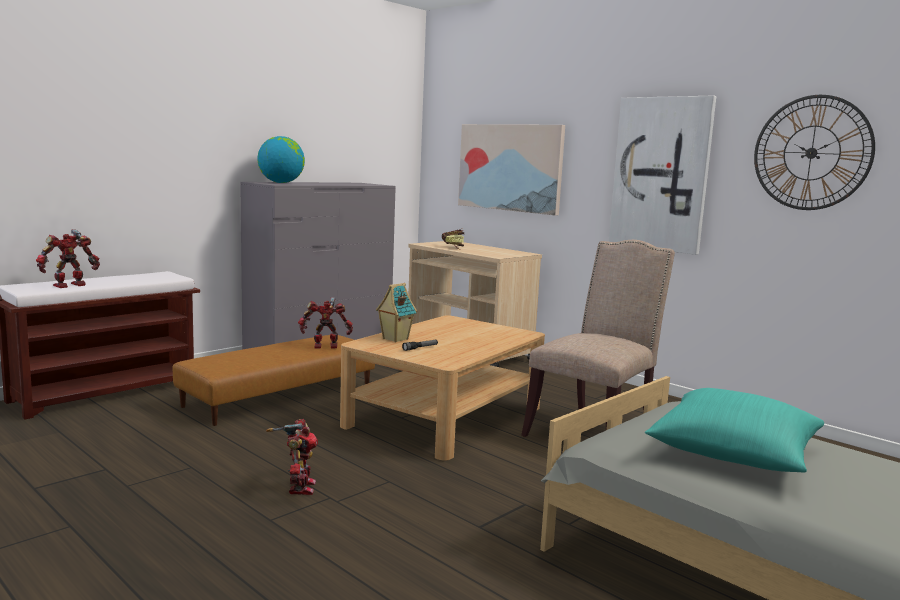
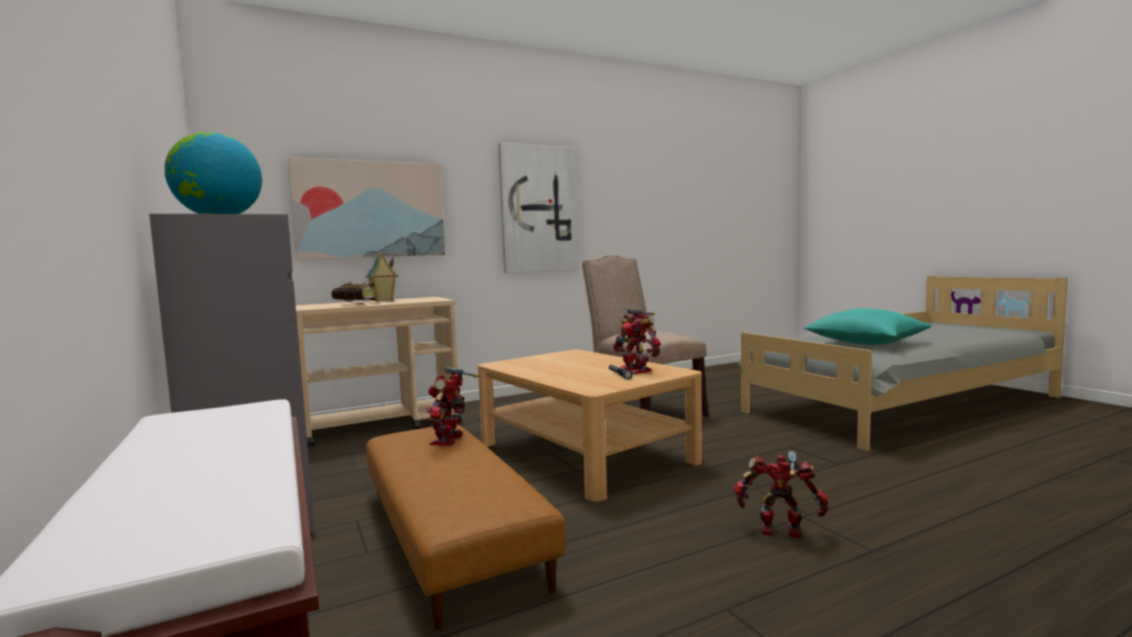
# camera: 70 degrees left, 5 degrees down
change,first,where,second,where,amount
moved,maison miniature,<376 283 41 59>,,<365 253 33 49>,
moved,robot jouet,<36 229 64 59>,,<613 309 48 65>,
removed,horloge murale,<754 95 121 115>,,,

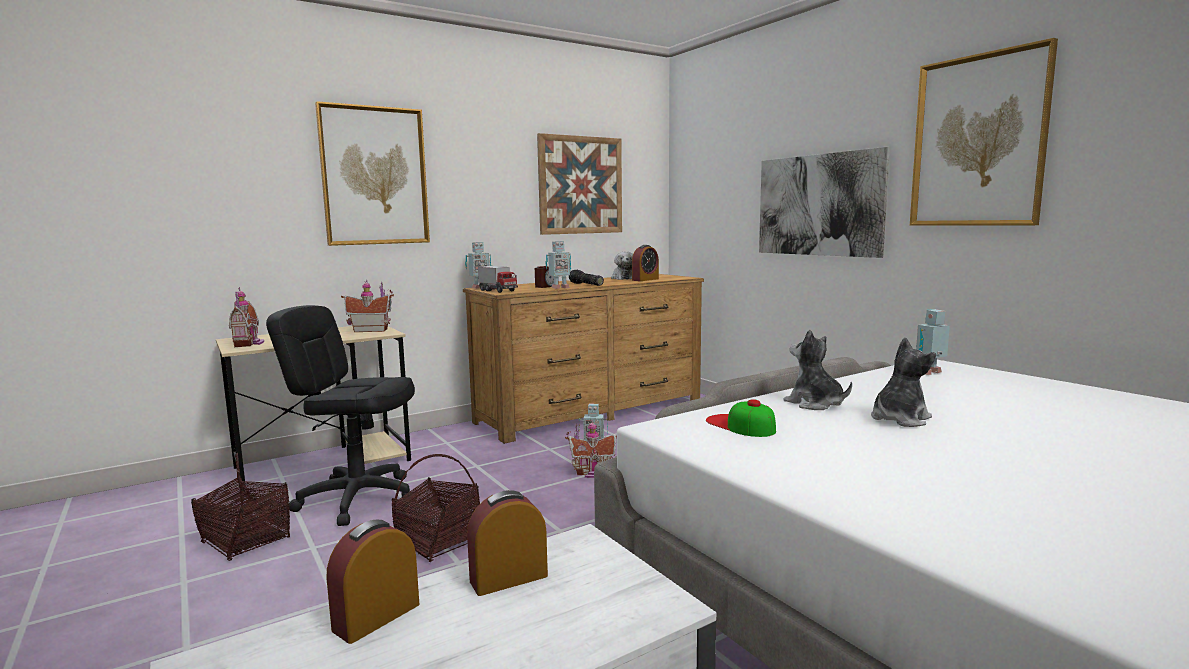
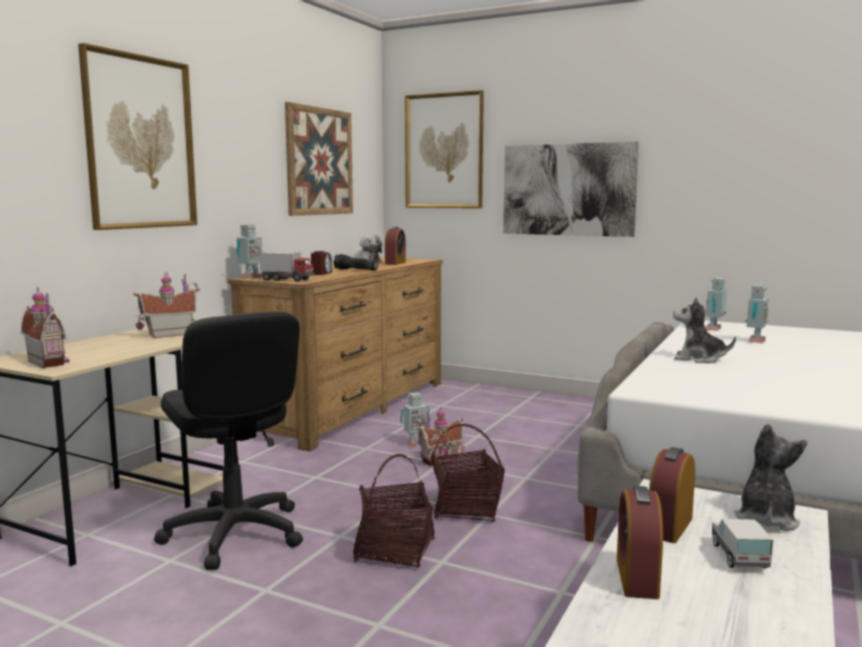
# camera: 30 degrees left, 0 degrees up
change,first,where,second,where,amount
turned,chaise de bureau/noir,<266 305 151 221>,,<154 311 149 259>,105 degrees counterclockwise
moved,tableau,<910 38 148 188>,,<405 90 79 118>,
moved,panier,<191 453 99 108>,,<431 424 74 99>,
added,,,camion jouet,<712 519 61 50>,
moved,peluche,<871 337 65 90>,,<734 423 73 108>,
moved,robot jouet,<545 241 26 48>,,<745 285 24 58>,
removed,casquette,<706 399 70 38>,,,

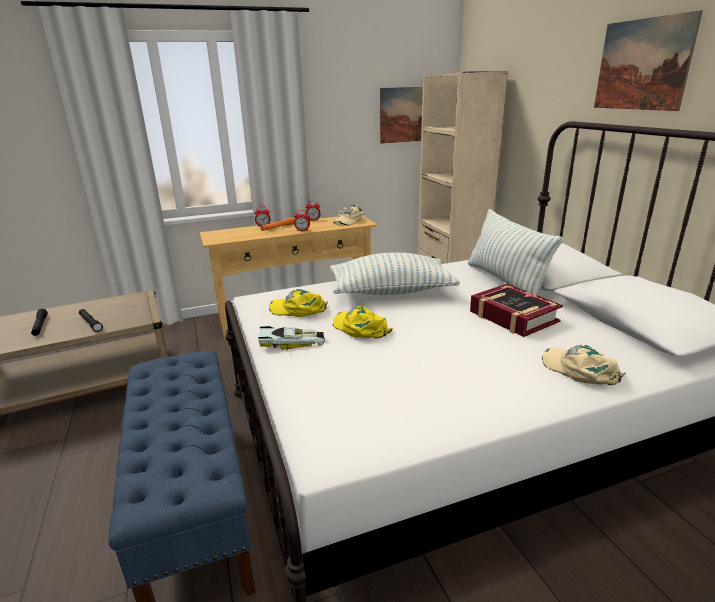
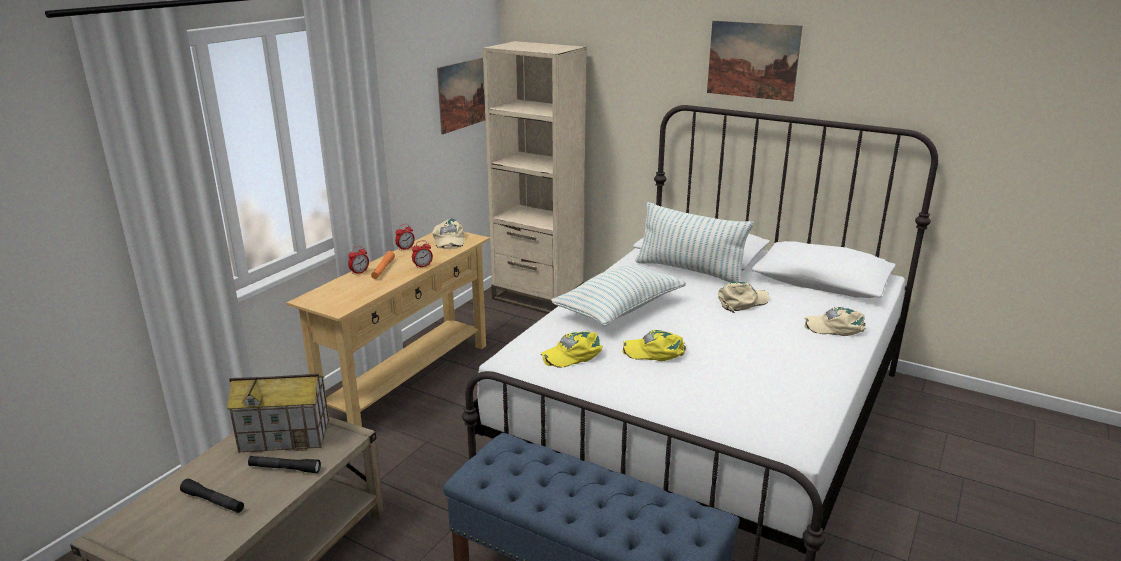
# camera: 40 degrees left, 0 degrees up
change,first,where,second,where,amount
added,,,maison miniature,<227 374 102 79>,
replaced,livre,<470 284 93 53>,casquette/beige,<718 281 51 32>,
removed,petite voiture,<258 326 67 24>,,,

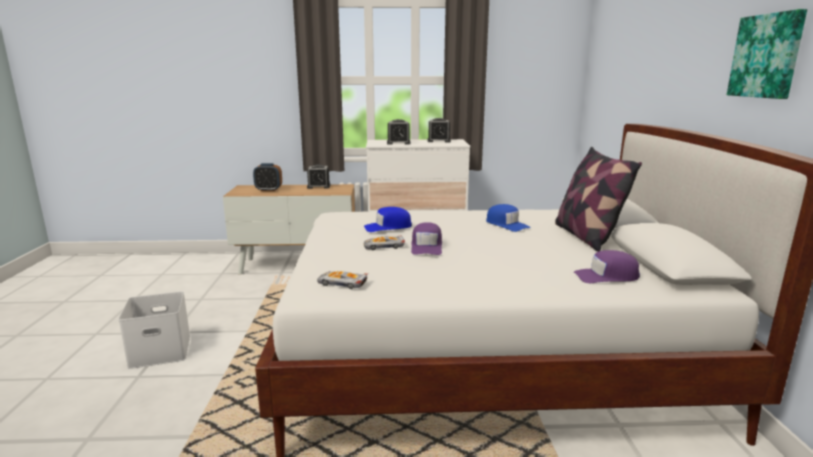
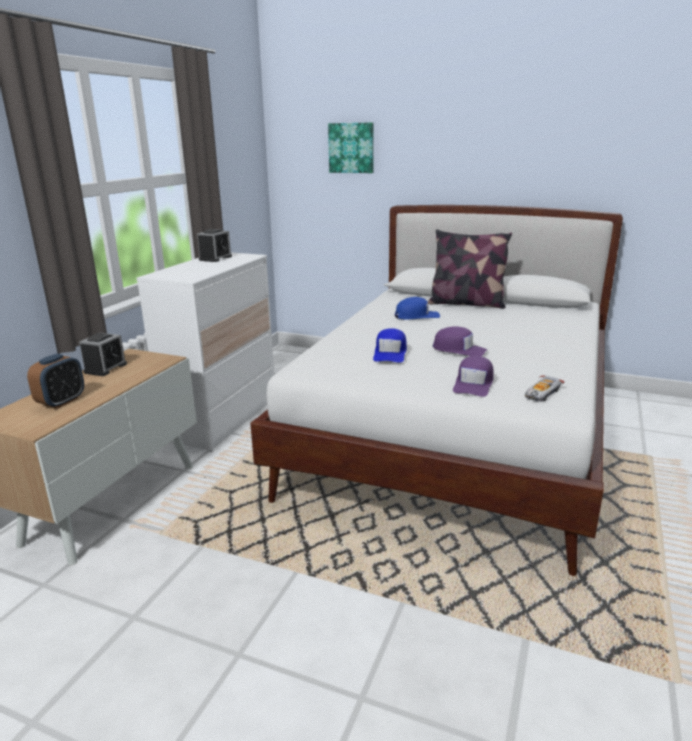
# camera: 65 degrees left, 5 degrees up
change,first,where,second,where,amount
moved,tableau,<727 9 80 90>,,<328 122 46 51>,
moved,casquette/violet,<574 250 66 33>,,<453 356 41 41>,
removed,boîte de rangement/blanc,<118 291 72 78>,,,
removed,petite voiture,<364 236 41 14>,,,
removed,réveil,<387 119 24 26>,,,

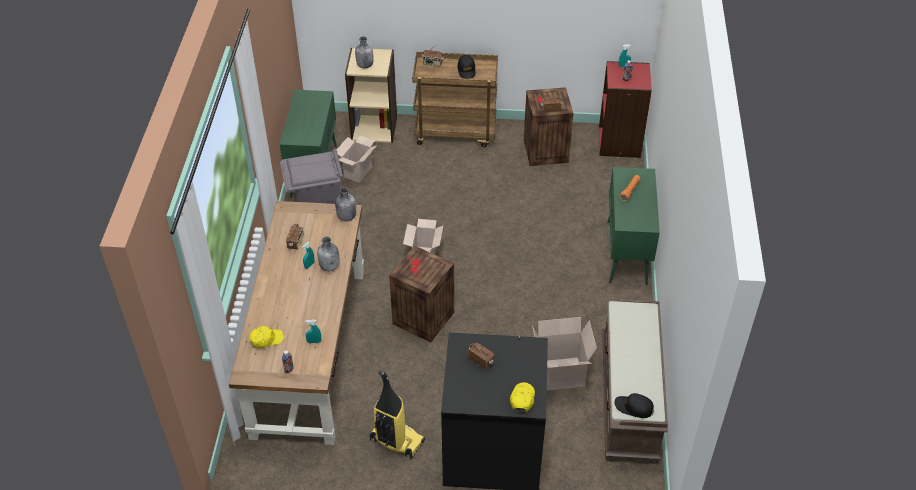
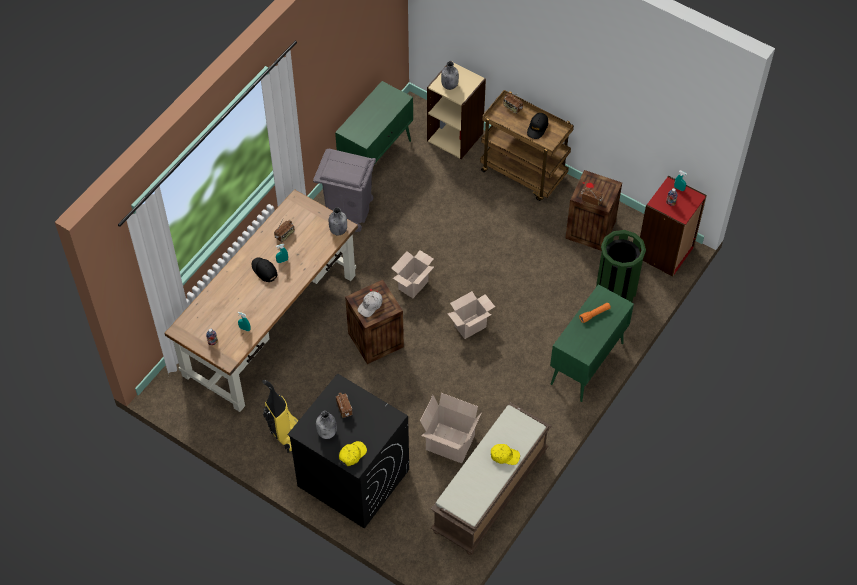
# camera: 30 degrees right, 10 degrees up
change,first,where,second,where,amount
moved,casquette/noir,<614 393 40 25>,,<252 257 25 25>,
moved,bouteille/gris,<317 236 22 35>,,<316 411 21 28>,
added,,,casquette/blanc,<357 292 26 25>,
moved,carton,<337 135 39 48>,,<447 291 48 48>,
moved,casquette/jaune,<249 326 35 22>,,<491 444 29 21>,
added,,,poubelle/vert,<596 230 50 72>,

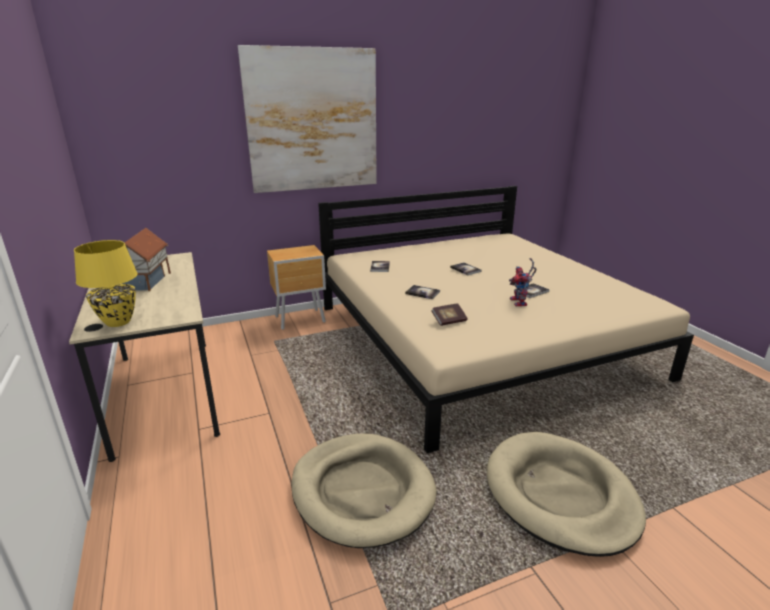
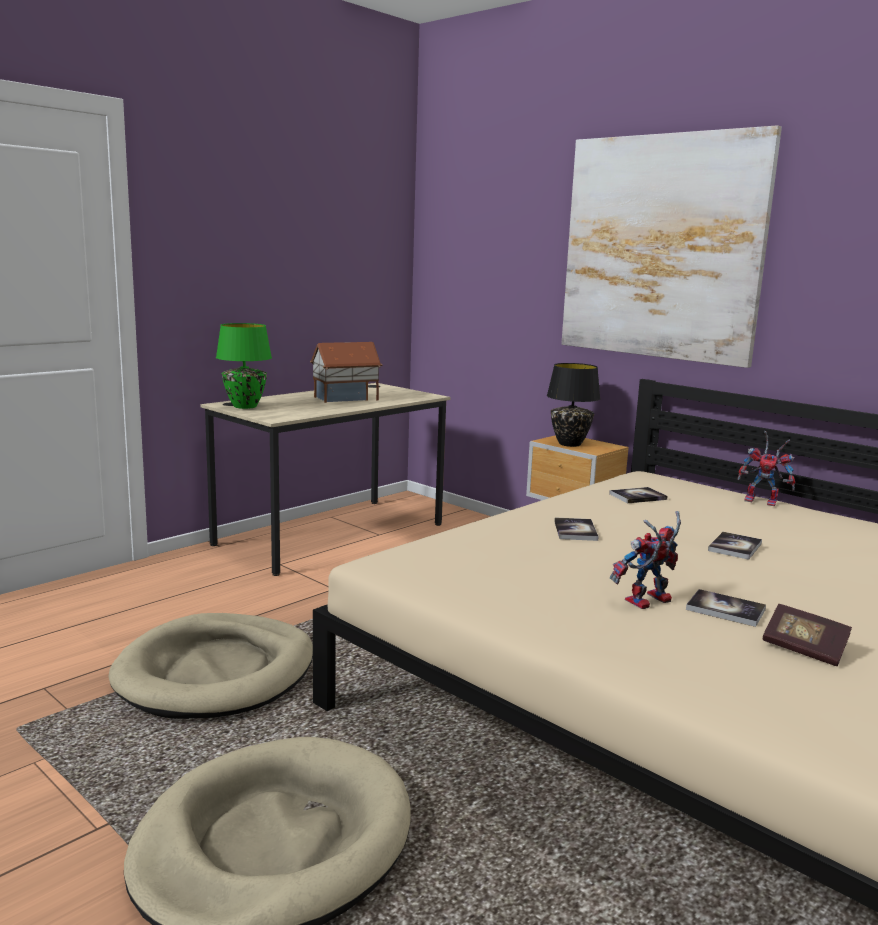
# camera: 65 degrees right, 10 degrees down
change,first,where,second,where,amount
recoloured,lampe de table/jaune,<74 240 64 87>,lampe de table/vert,<216 323 56 86>,
added,,,lampe de table/noir,<547 363 54 84>,
added,,,robot jouet,<737 431 58 75>,
moved,livre,<431 303 36 23>,,<763 604 89 62>,

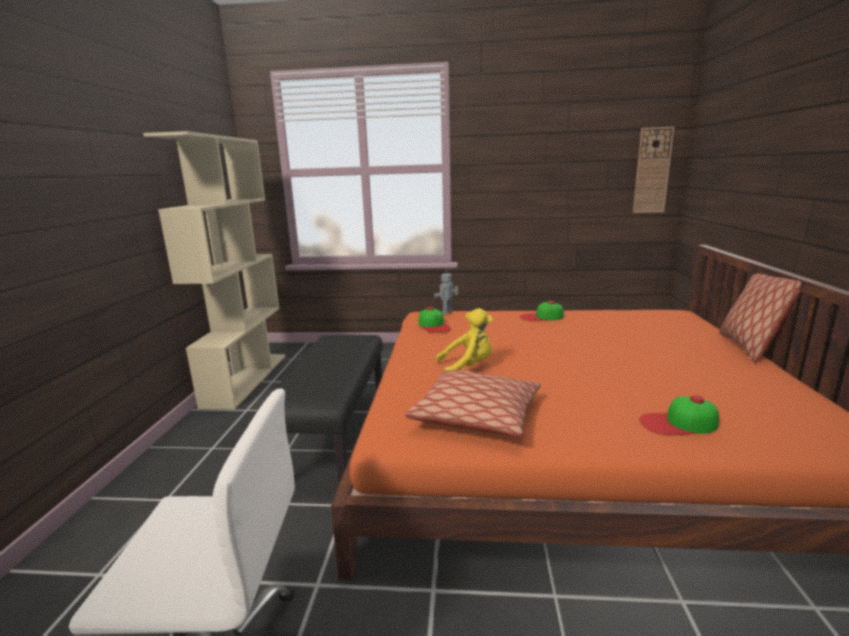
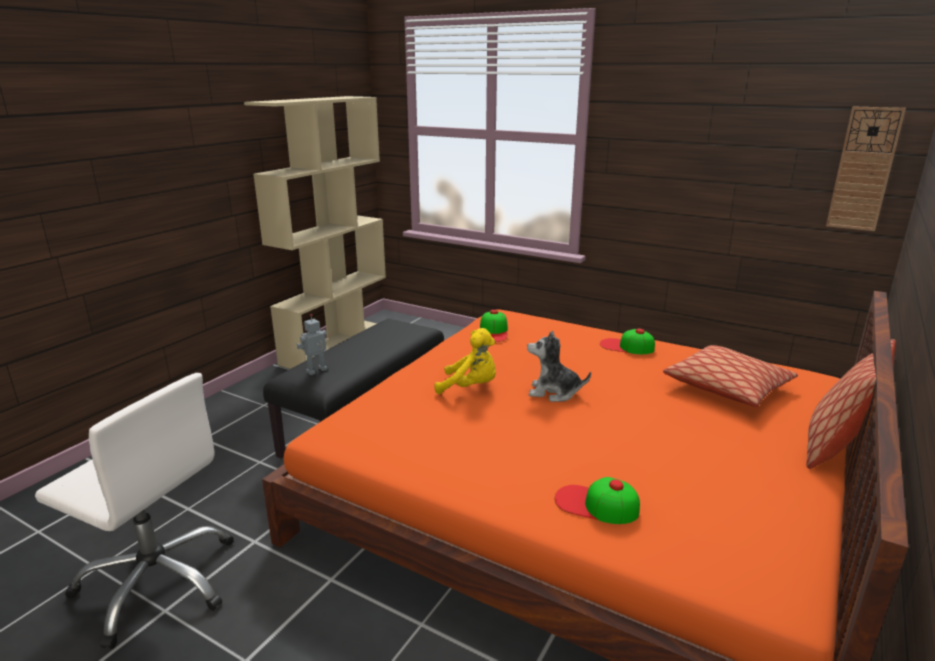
# camera: 25 degrees right, 5 degrees up
change,first,where,second,where,amount
moved,robot jouet,<434 269 24 45>,,<297 314 31 61>,
added,,,peluche,<527 331 64 71>,
moved,coussin,<405 370 136 67>,,<663 345 135 62>,

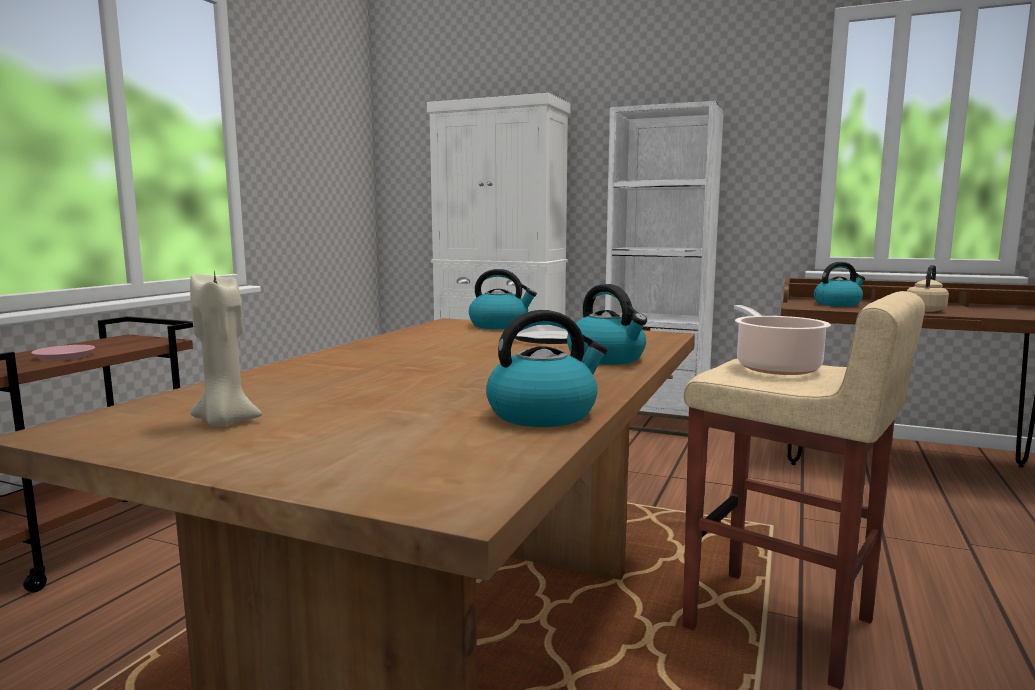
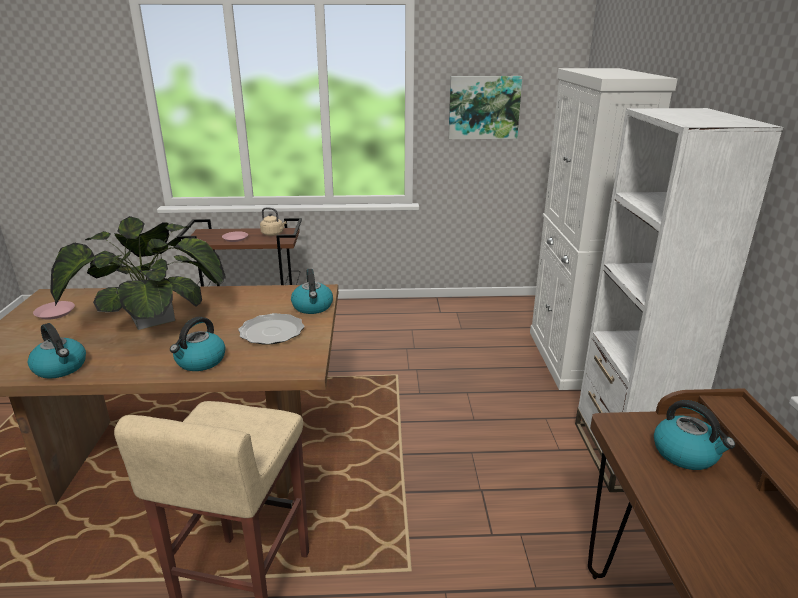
# camera: 65 degrees right, 15 degrees up
change,first,where,second,where,amount
replaced,bougie/beige,<190 269 72 157>,assiette/rose,<33 301 42 19>,
added,,,plante en pot,<50 216 176 114>,
moved,bouilloire/beige,<907 265 42 47>,,<260 207 27 29>,
added,,,tableau,<448 76 74 63>,
removed,marmite,<734 305 97 70>,,,

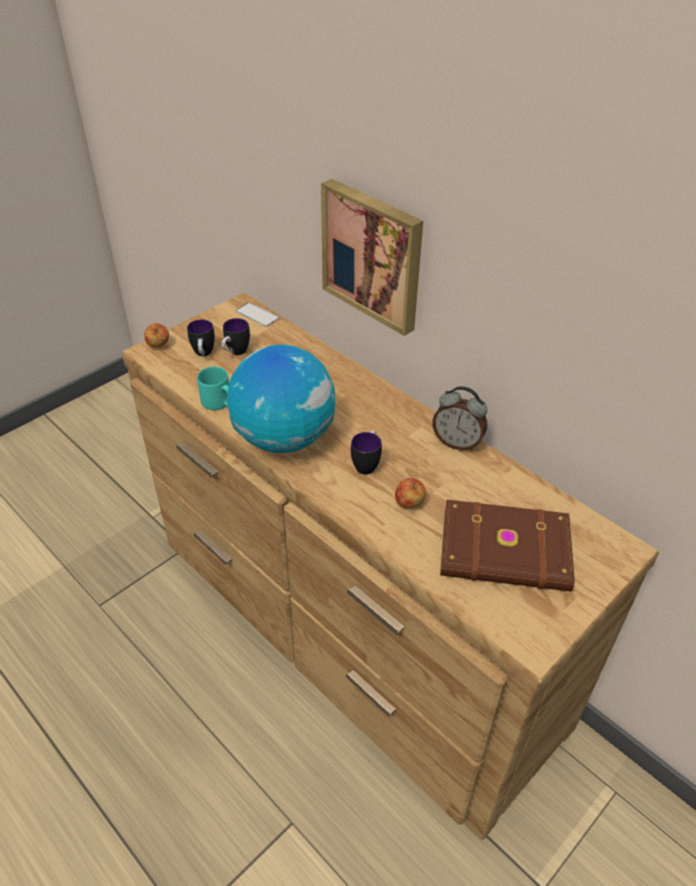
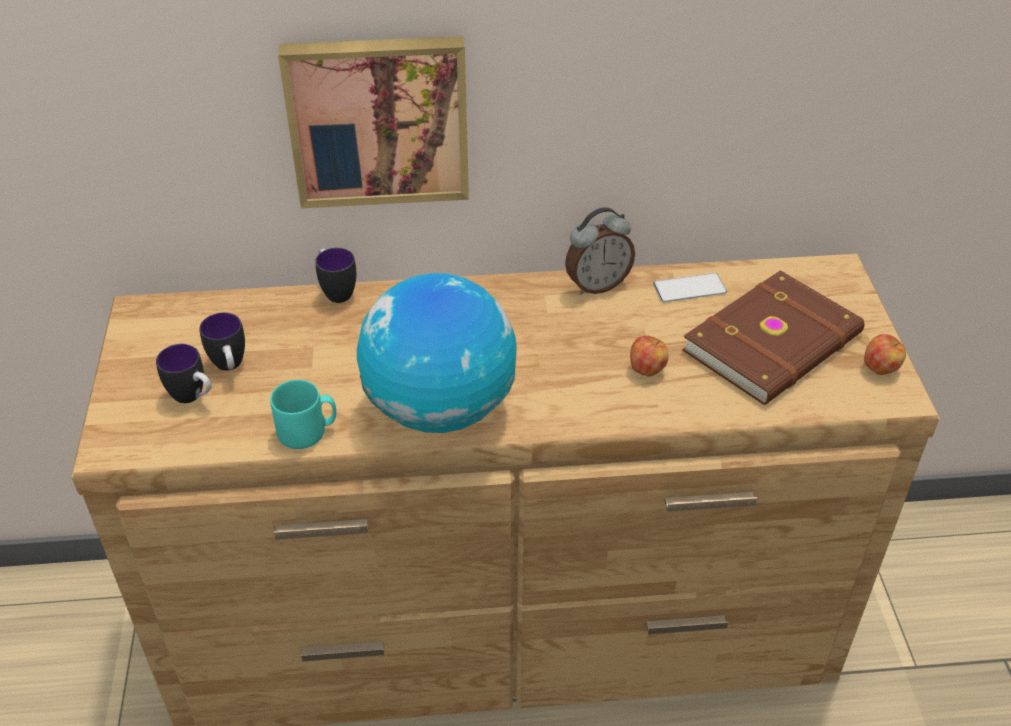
# camera: 50 degrees left, 0 degrees up
change,first,where,second,where,amount
moved,mug,<351 431 31 44>,,<315 248 41 55>,
moved,téléphone,<236 302 43 24>,,<653 273 74 29>,
moved,pomme,<144 323 25 25>,,<864 334 42 41>,

